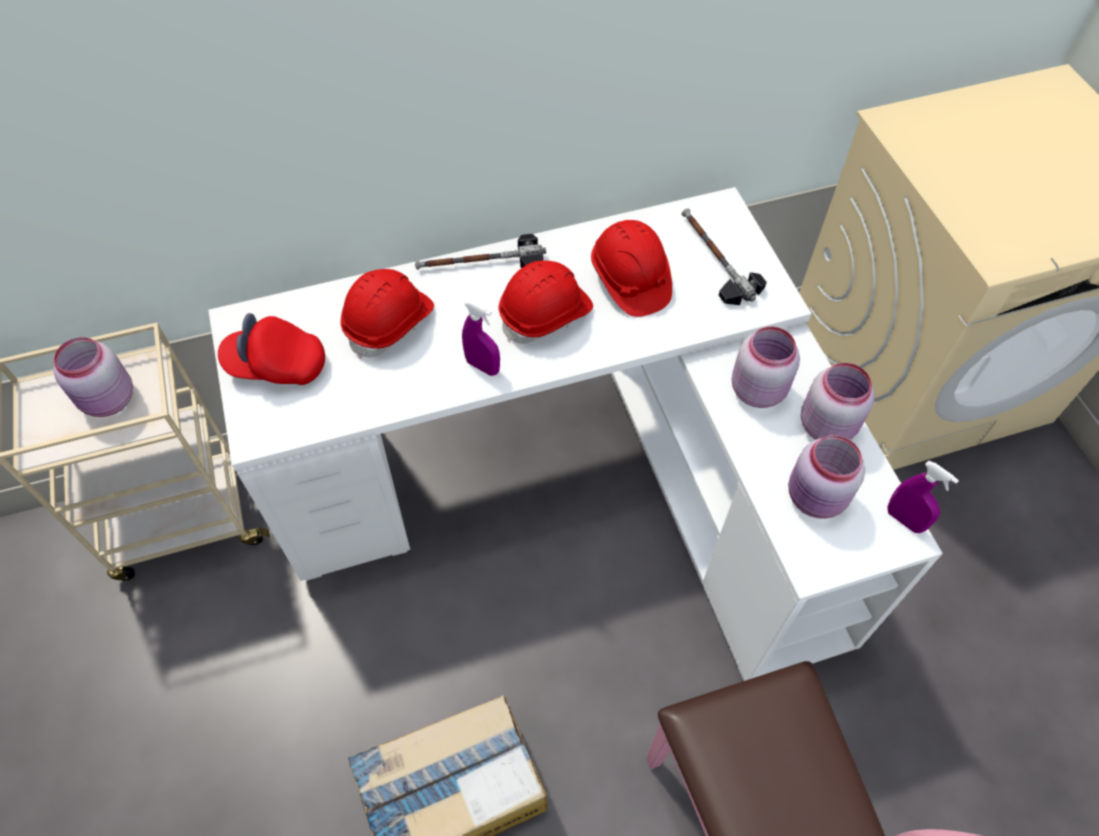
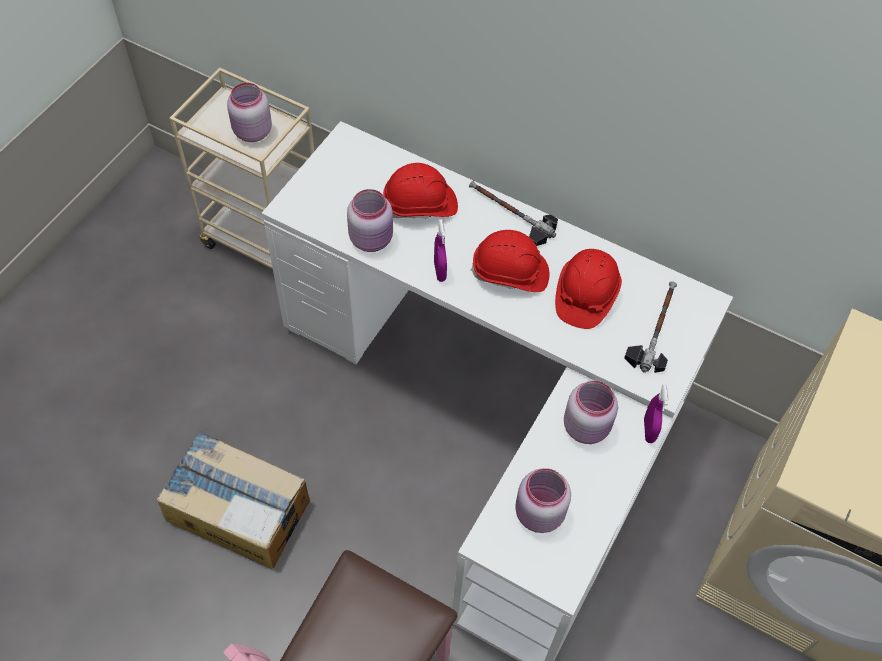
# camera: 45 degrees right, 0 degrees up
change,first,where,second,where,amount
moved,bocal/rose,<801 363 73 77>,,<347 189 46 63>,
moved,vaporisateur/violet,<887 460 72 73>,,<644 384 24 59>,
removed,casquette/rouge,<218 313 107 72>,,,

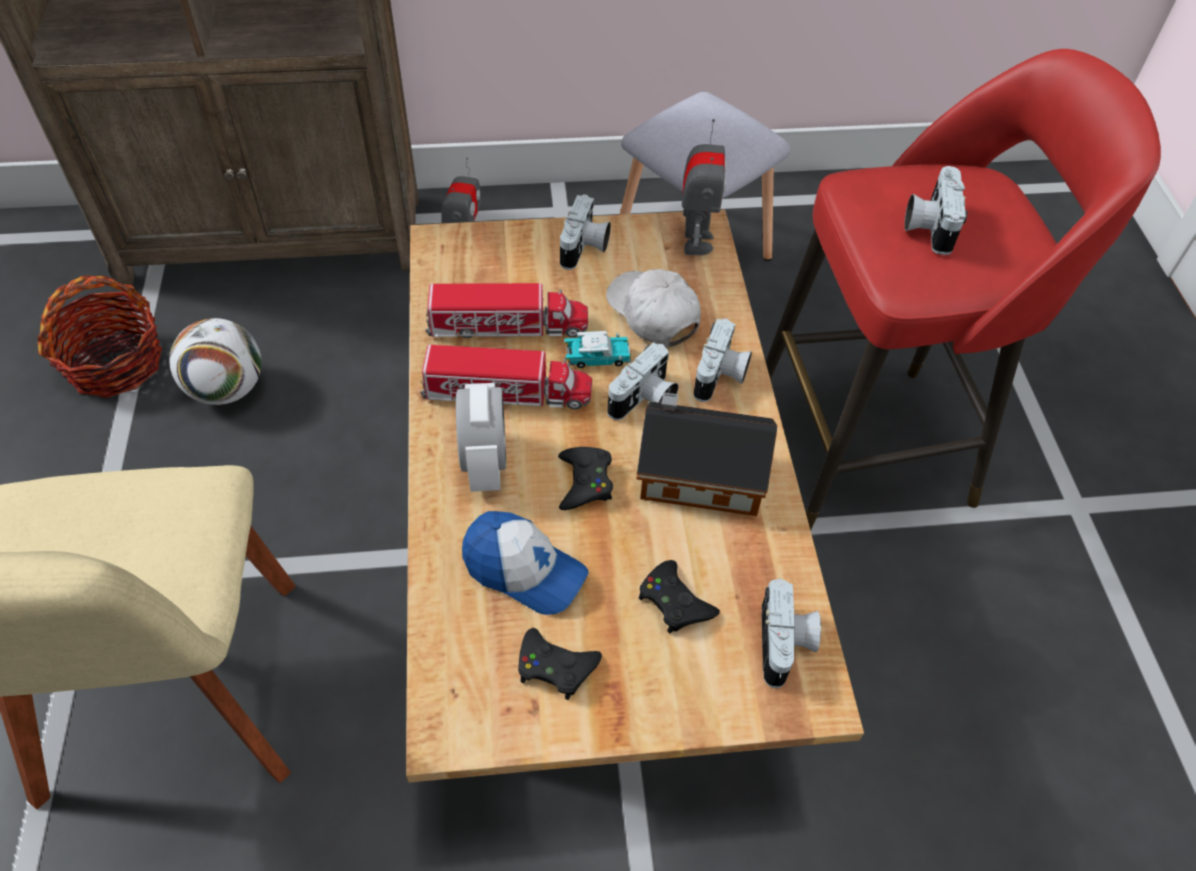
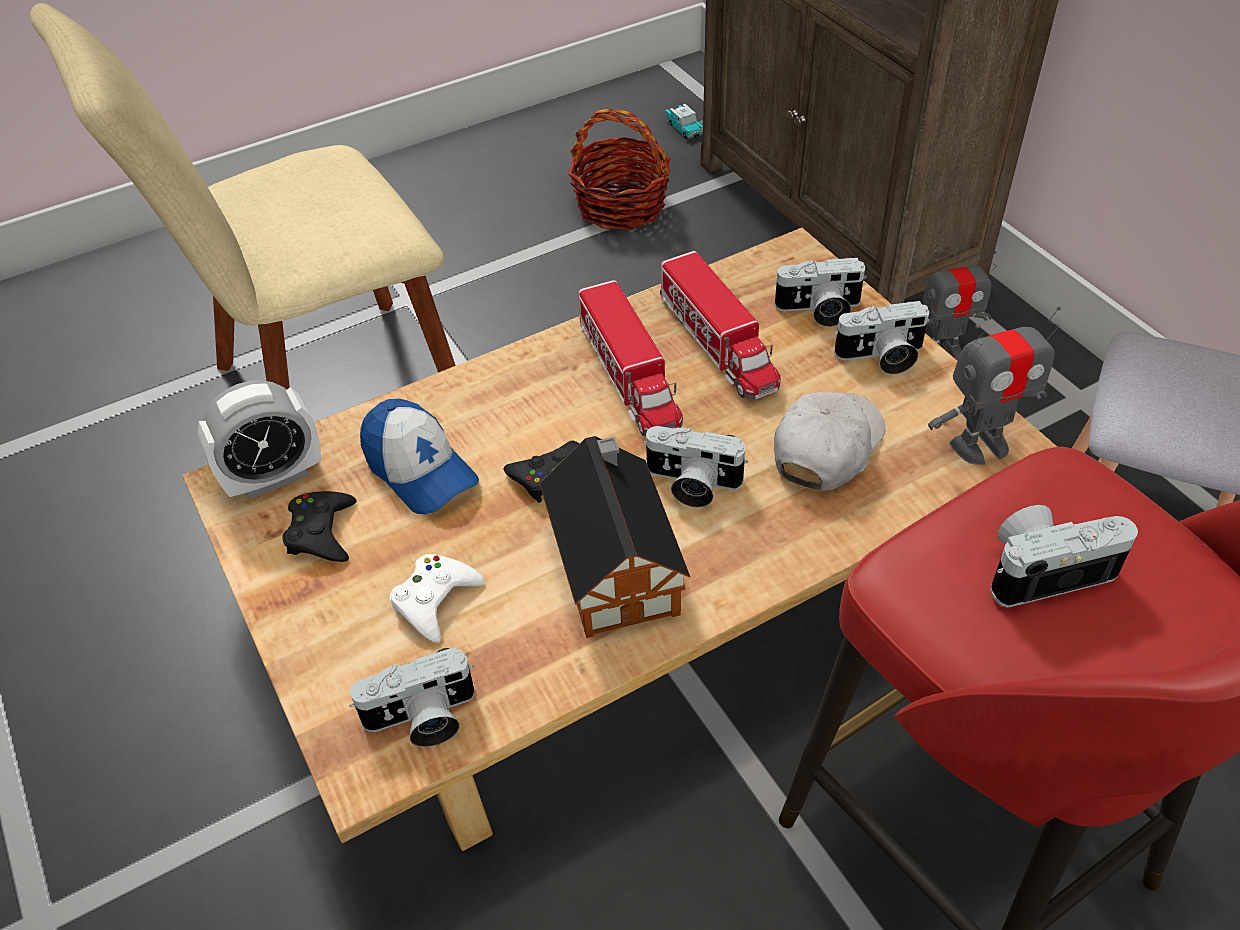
# camera: 70 degrees right, 5 degrees down
change,first,where,second,where,amount
moved,réveil,<456 383 50 109>,,<197 380 124 119>,
turned,casquette,<462 511 126 104>,,<360 399 119 116>,45 degrees counterclockwise
recoloured,manette/noir,<639 560 81 73>,manette/blanc,<389 554 96 89>,
moved,petite voiture,<564 331 67 37>,,<665 104 38 35>,
moved,appareil photo,<693 318 59 84>,,<773 257 94 70>,
removed,ballon de foot,<169 318 93 87>,,,

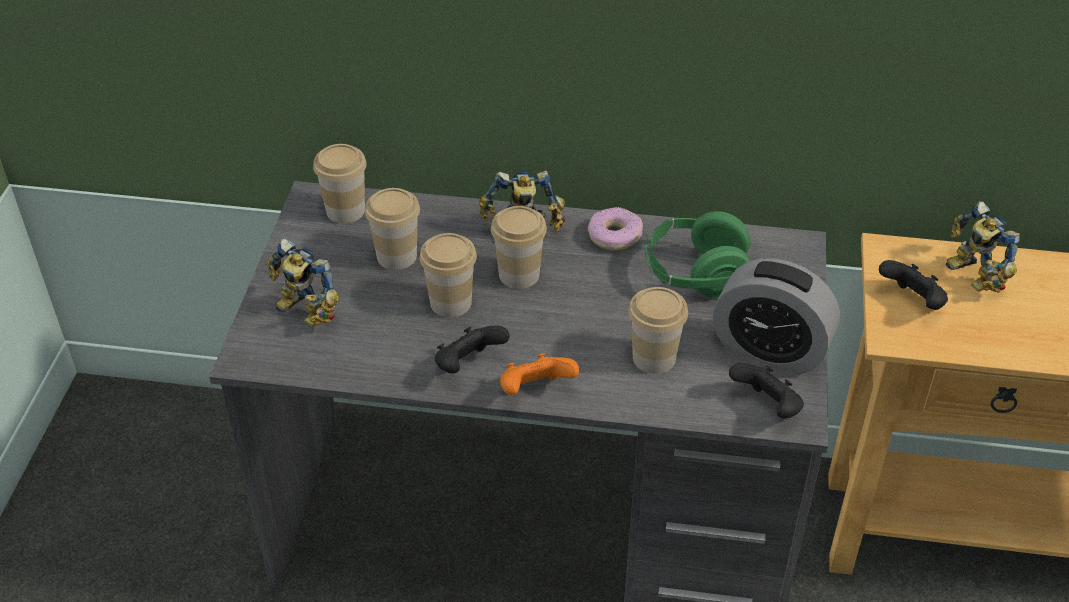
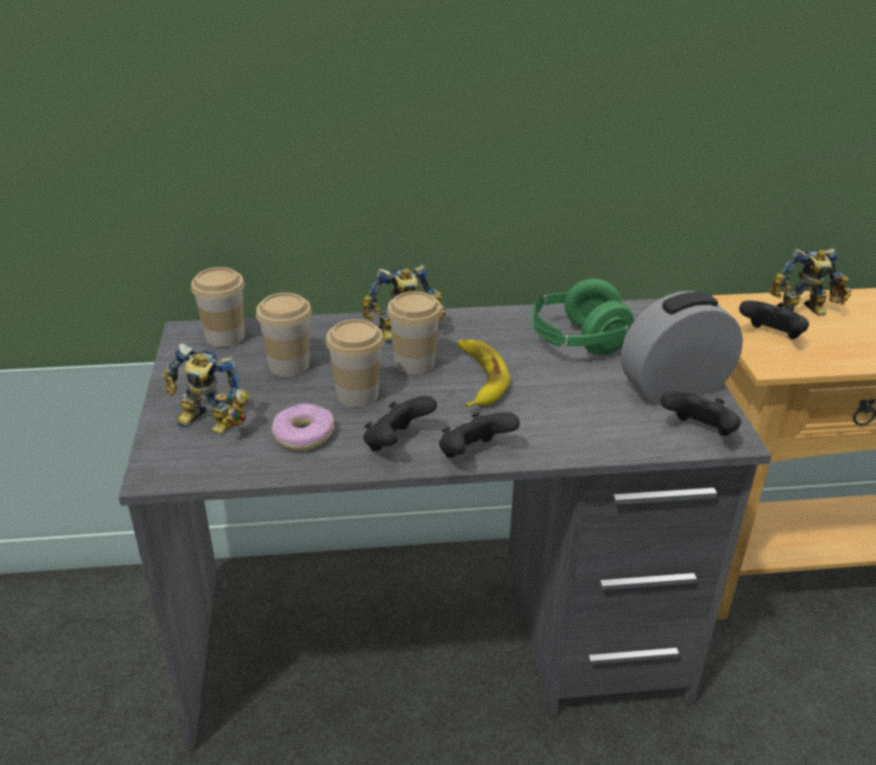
# camera: 15 degrees left, 10 degrees down
change,first,where,second,where,amount
moved,beignet,<588 207 55 43>,,<272 403 62 48>,
recoloured,manette/orange,<500 353 79 42>,manette/noir,<439 412 81 45>,
added,,,banane,<458 339 52 69>,
turned,réveil,<713 258 127 116>,,<621 291 122 114>,150 degrees clockwise
turned,robot jouet,<946 201 74 92>,,<770 248 81 68>,60 degrees counterclockwise
removed,tasse,<628 287 60 87>,,,

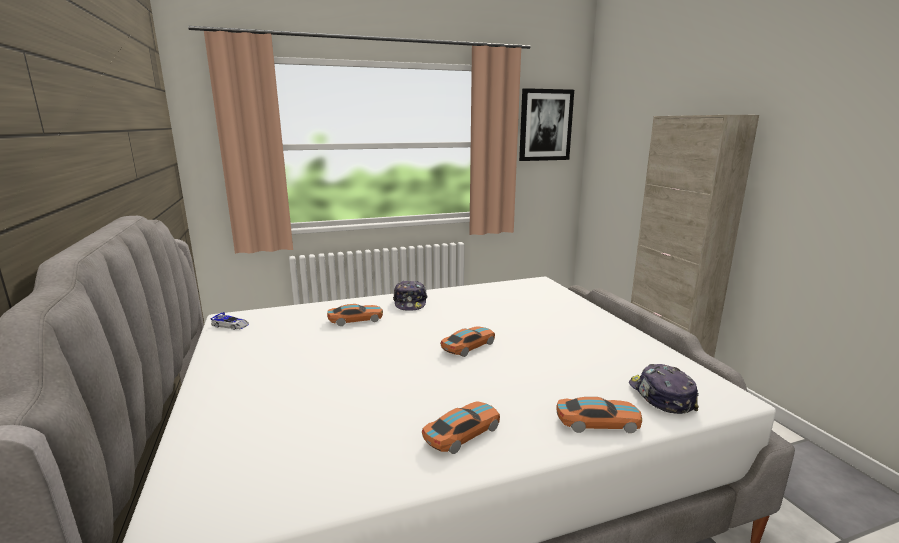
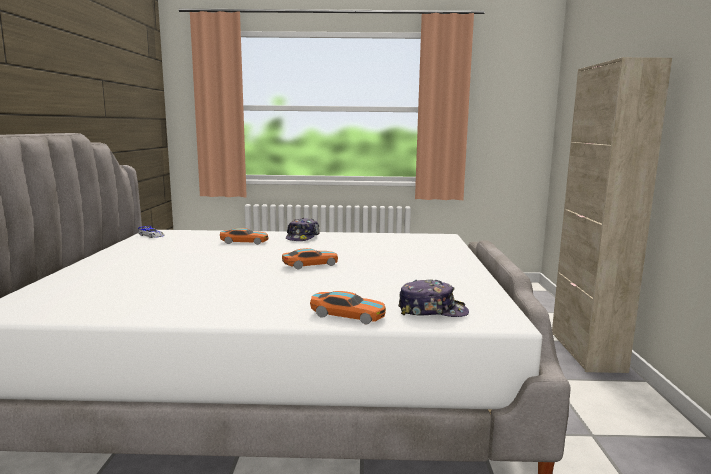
# camera: 20 degrees right, 5 degrees down
change,first,where,second,where,amount
turned,casquette,<629 364 70 50>,,<398 279 71 38>,90 degrees clockwise
removed,petite voiture,<422 401 78 53>,,,
removed,tableau,<519 88 55 73>,,,

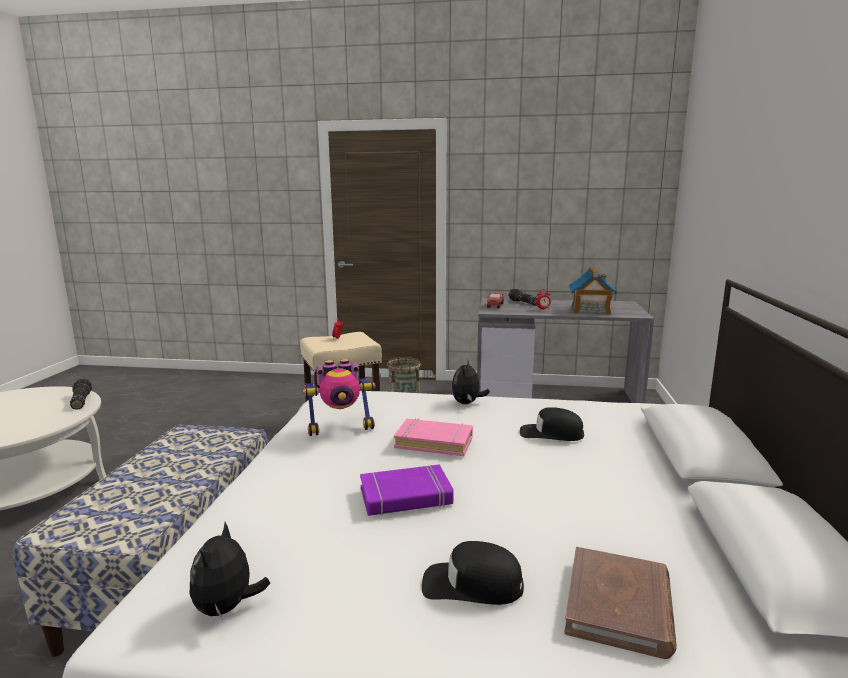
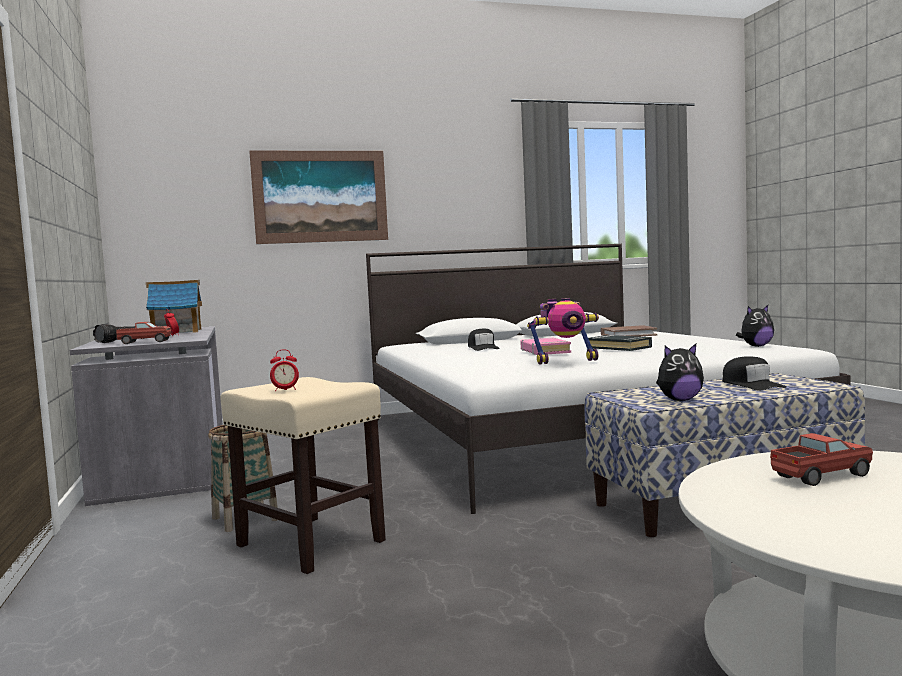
# camera: 115 degrees left, 10 degrees down
change,first,where,second,where,amount
added,,,tableau,<249 151 139 93>,
turned,robot jouet,<303 359 73 77>,,<527 298 72 66>,120 degrees clockwise
recoloured,livre/violet,<360 464 93 52>,livre/noir,<588 335 64 16>,
moved,peluche,<451 359 39 45>,,<656 344 48 57>,
moved,casquette/noir,<422 541 102 64>,,<722 356 64 35>,
added,,,camion jouet,<770 433 103 53>,
removed,lampe de poche,<70 379 22 31>,,,

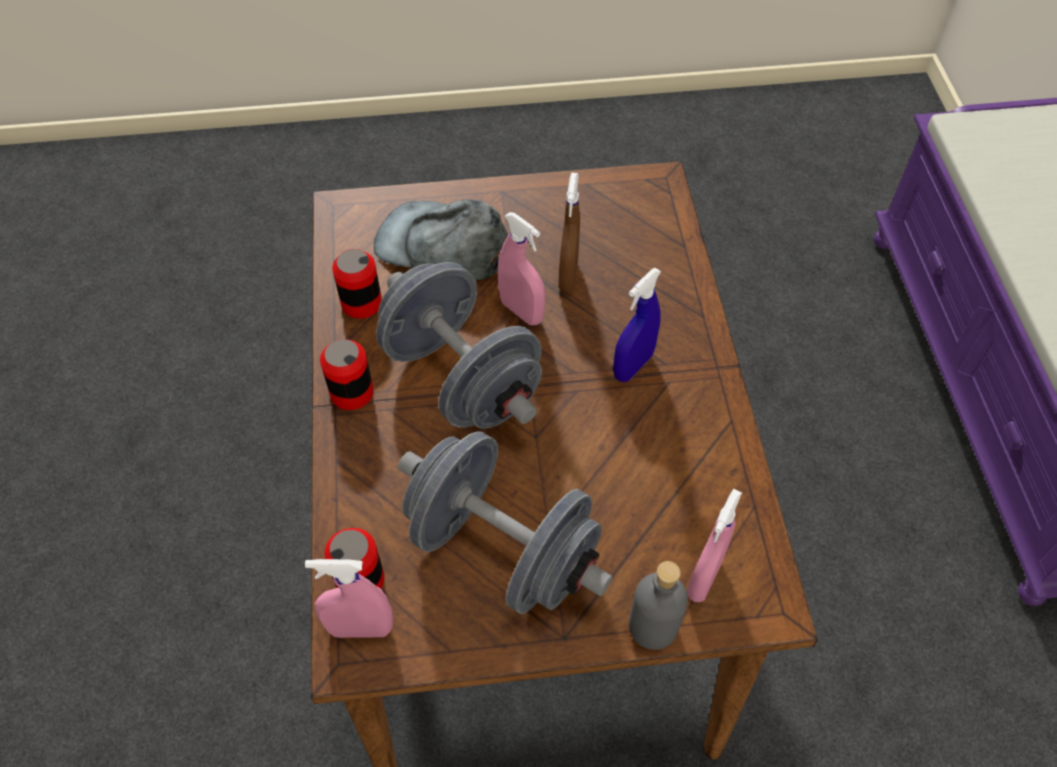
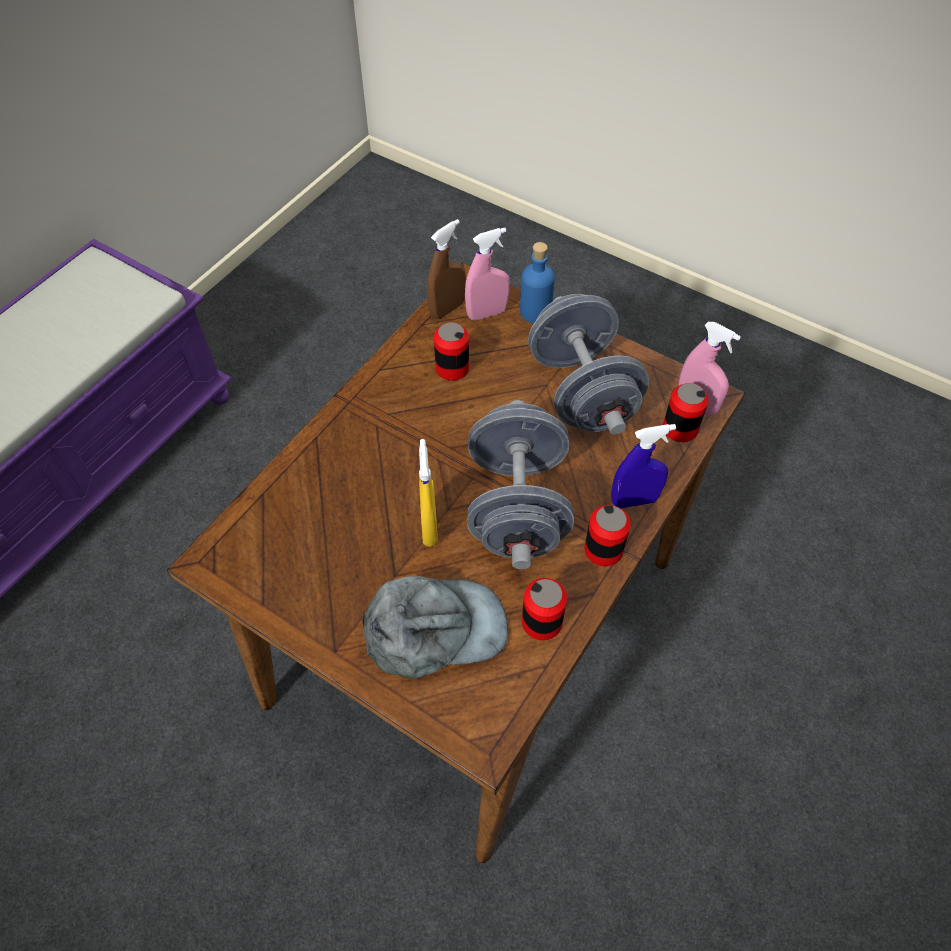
# camera: 140 degrees left, 0 degrees up
change,first,where,second,where,amount
turned,casquette/gris,<374 199 134 82>,,<362 576 146 102>,75 degrees counterclockwise
recoloured,vaporisateur/rose,<498 212 48 113>,vaporisateur/jaune,<419 439 19 108>,
moved,vaporisateur/marron,<559 173 21 119>,,<427 219 39 100>,
added,,,boîte métallique,<434 322 35 59>,
recoloured,bouteille/gris,<629 561 59 89>,bouteille/bleu,<520 242 35 81>,
moved,vaporisateur/bleu,<613 268 48 114>,,<611 424 65 84>,

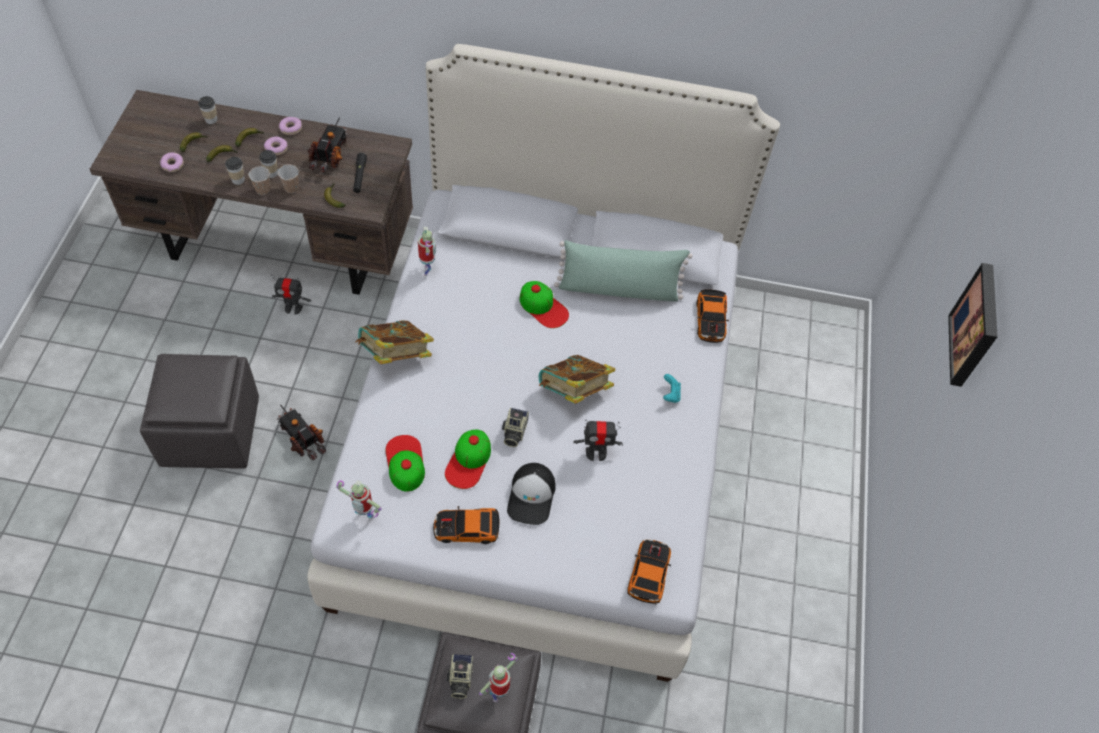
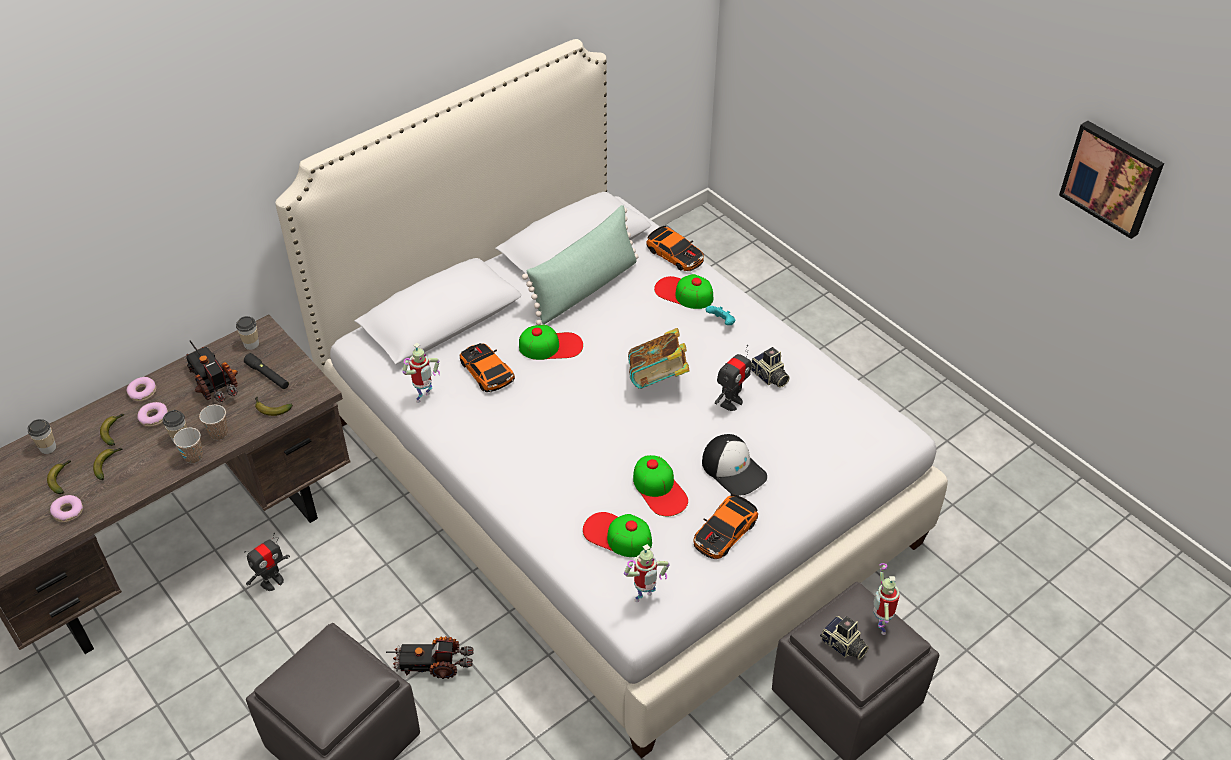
# camera: 45 degrees left, 10 degrees down
change,first,where,second,where,amount
moved,tasse,<225 157 20 28>,,<236 316 23 34>,
turned,robot jouet,<418 227 18 50>,,<402 343 38 60>,90 degrees clockwise
moved,petite voiture,<627 539 44 65>,,<460 343 55 49>,
added,,,casquette,<654 274 59 35>,
moved,appareil photo,<502 408 27 39>,,<751 347 39 41>,
moved,tableau,<948 263 50 124>,,<1059 120 105 119>,
removed,livre,<356 320 78 44>,,,

